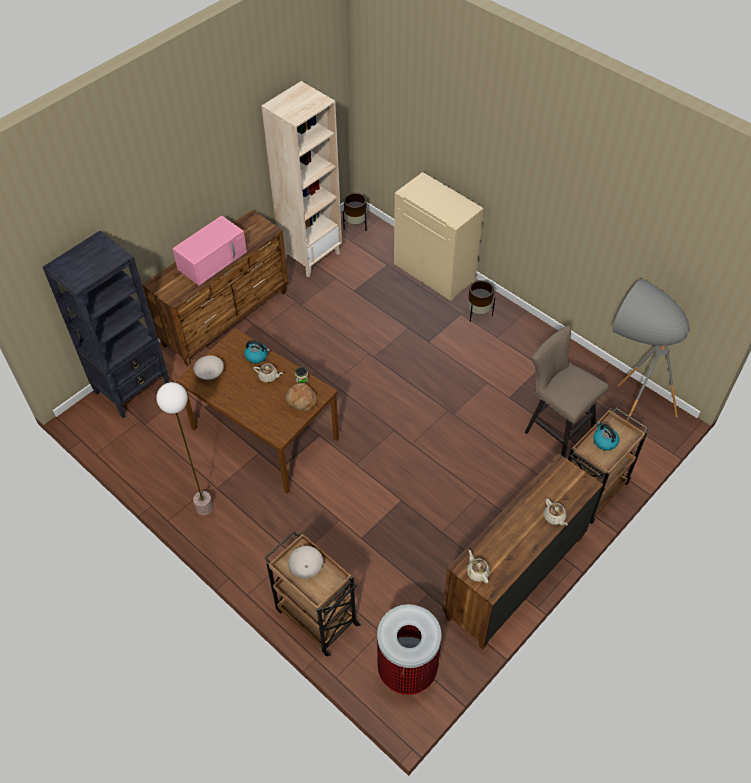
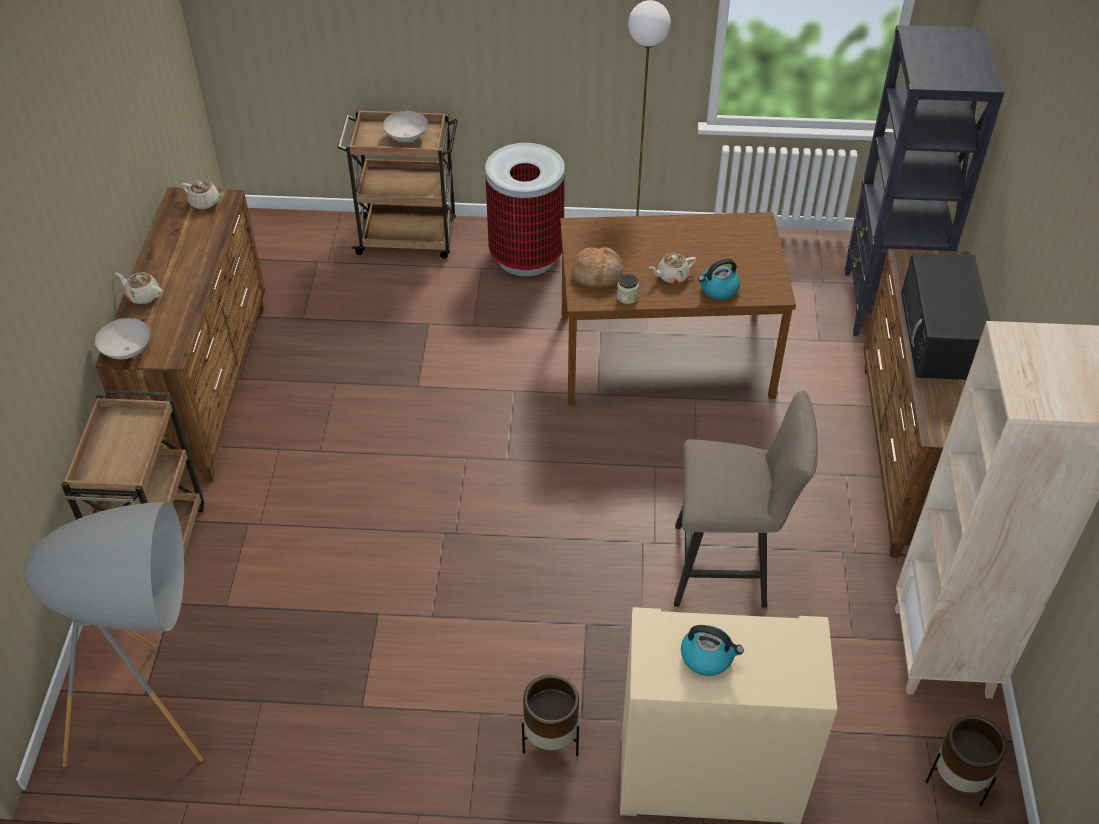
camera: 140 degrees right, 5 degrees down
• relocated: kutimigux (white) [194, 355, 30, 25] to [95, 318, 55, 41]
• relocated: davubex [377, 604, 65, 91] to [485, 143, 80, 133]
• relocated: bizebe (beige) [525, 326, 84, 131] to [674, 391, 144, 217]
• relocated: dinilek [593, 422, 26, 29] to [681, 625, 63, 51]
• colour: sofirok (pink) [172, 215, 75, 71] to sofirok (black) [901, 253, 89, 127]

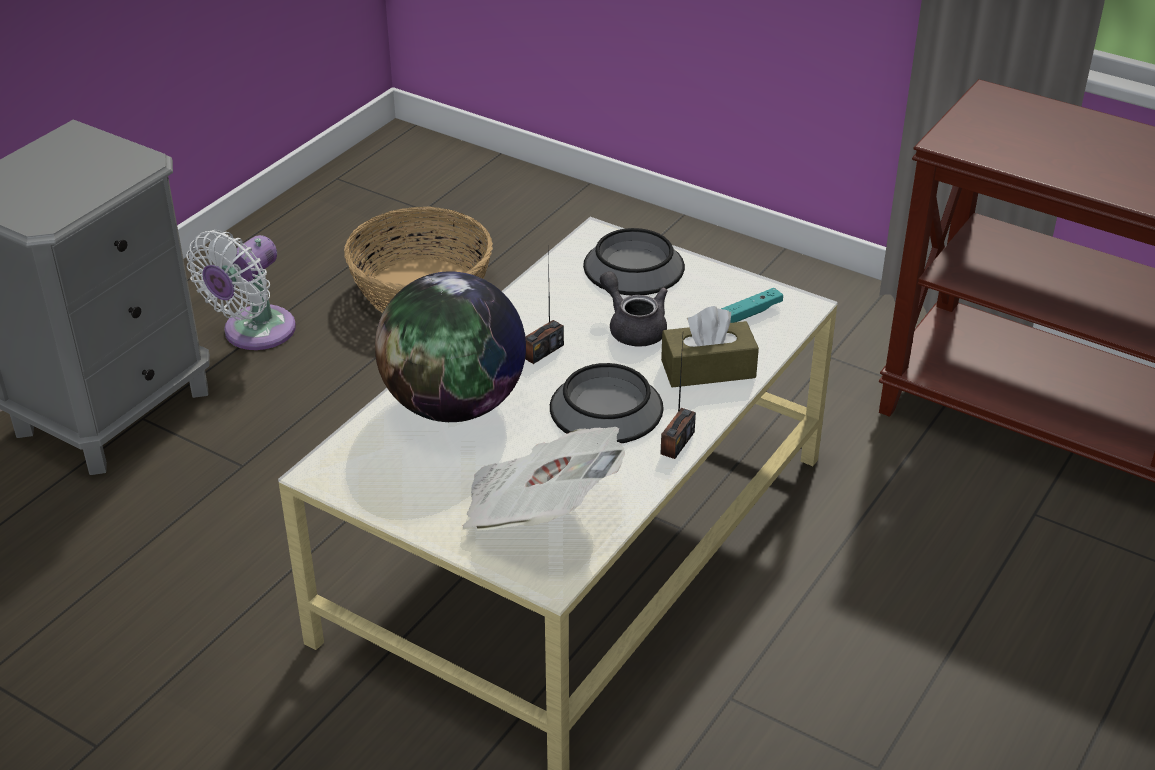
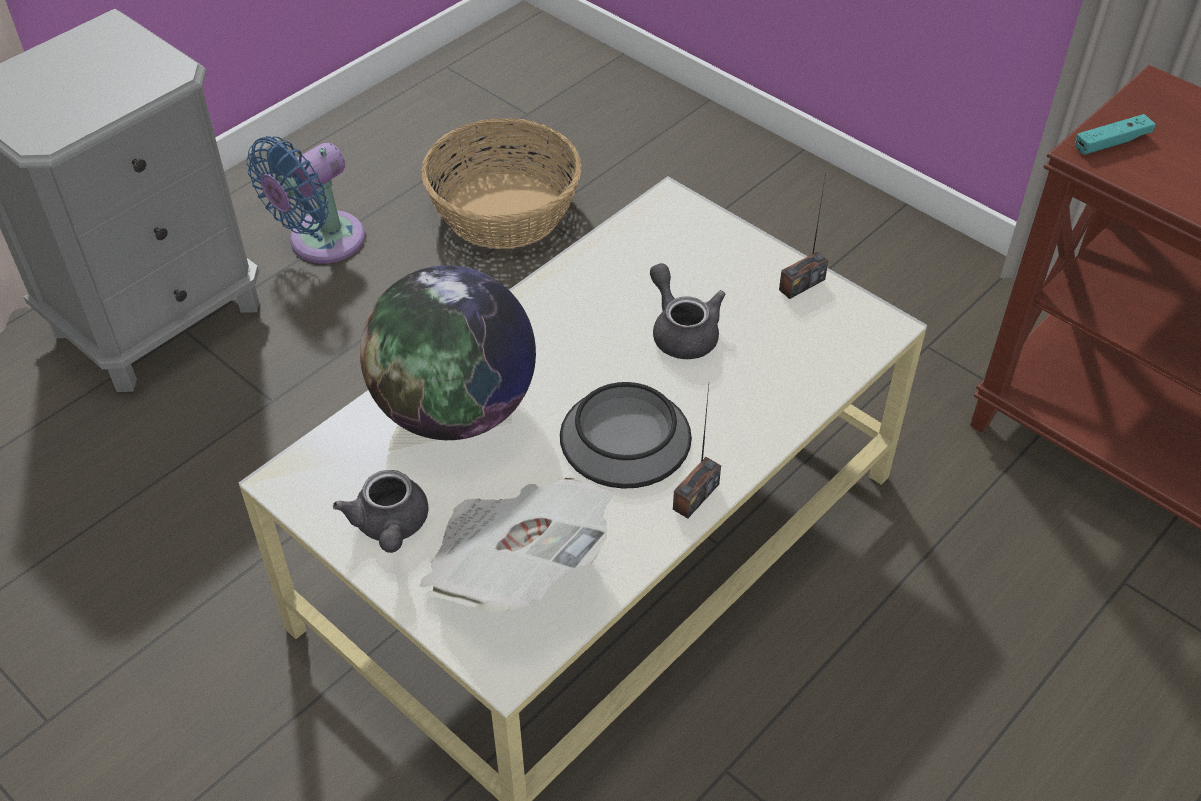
camera: 10 degrees right, 10 degrees up
• colour: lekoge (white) [186, 230, 110, 120] to lekoge (blue) [246, 136, 119, 127]
• appeared: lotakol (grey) [333, 470, 96, 83]
• relocated: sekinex [525, 244, 39, 120] to [779, 173, 49, 126]
• relocated: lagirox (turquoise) [721, 288, 62, 35] to [1075, 114, 81, 41]
• missing: kutimigux [583, 228, 102, 67]
• missing: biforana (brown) [661, 306, 98, 82]

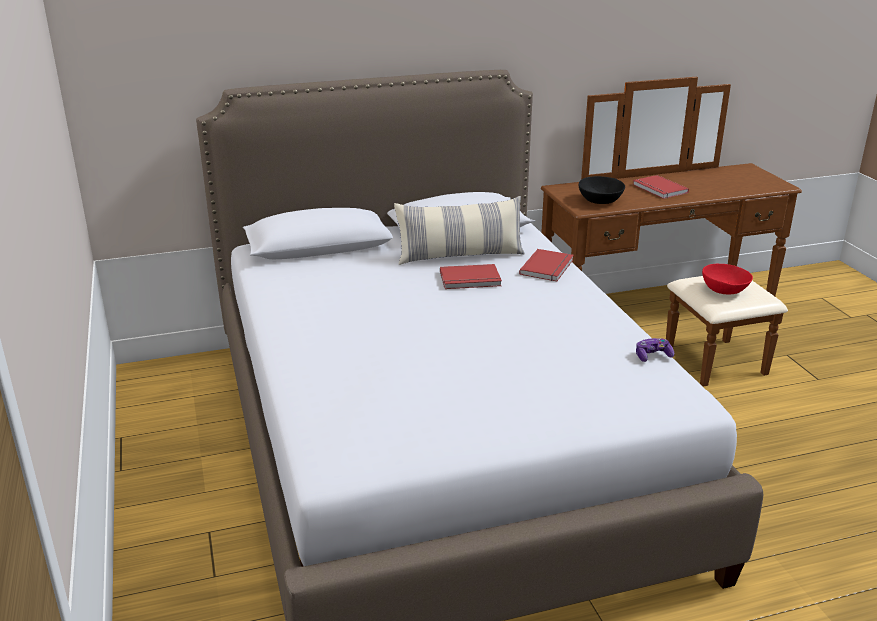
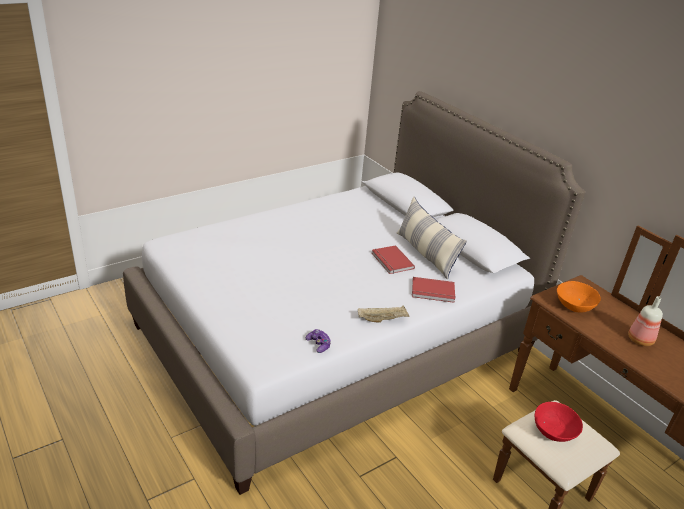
camera: 70 degrees right, 5 degrees up
• appeared: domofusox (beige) [358, 306, 52, 16]
• colour: kutimigux (black) [579, 176, 46, 28] to kutimigux (orange) [557, 281, 44, 32]
• exchanged: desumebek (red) [633, 175, 56, 24] to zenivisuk [628, 296, 35, 50]

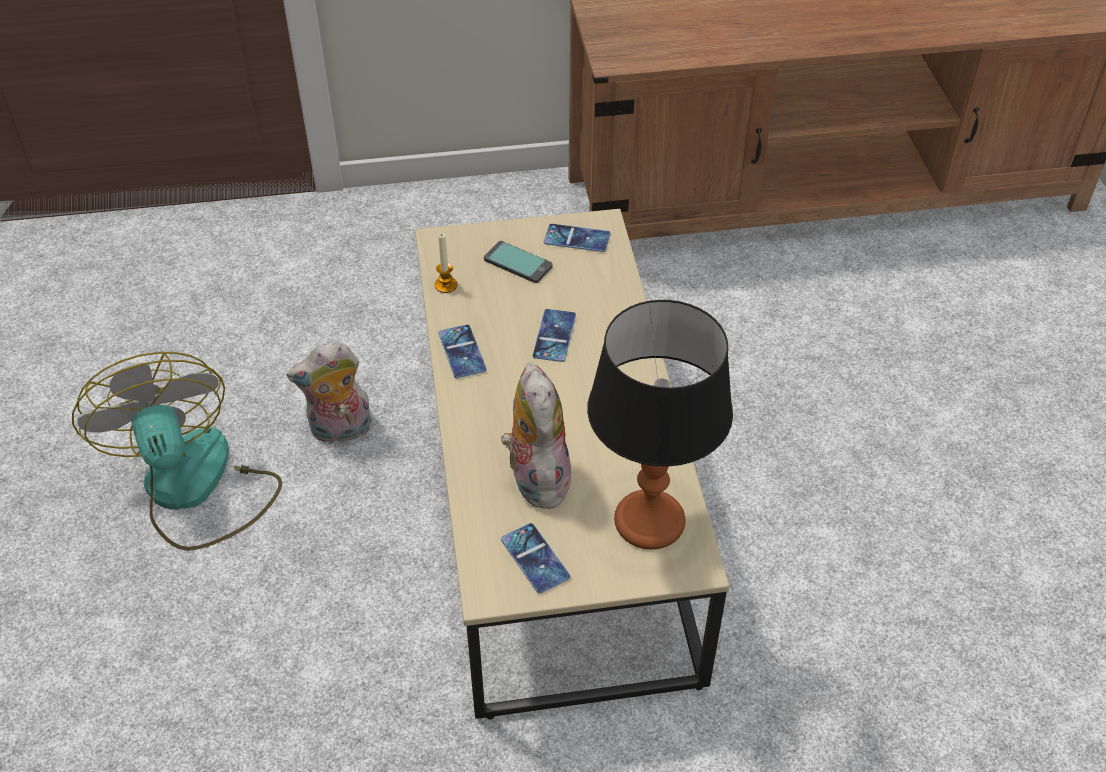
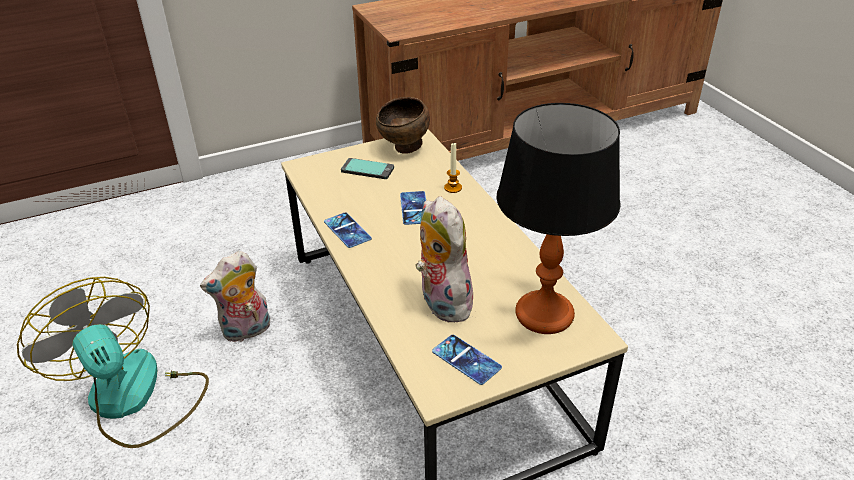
camera: 15 degrees left, 10 degrees down
• exchanged: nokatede [544, 224, 67, 28] to kutimigux (brown) [376, 97, 54, 57]
• relocated: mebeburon [435, 234, 22, 59] to [444, 142, 18, 51]

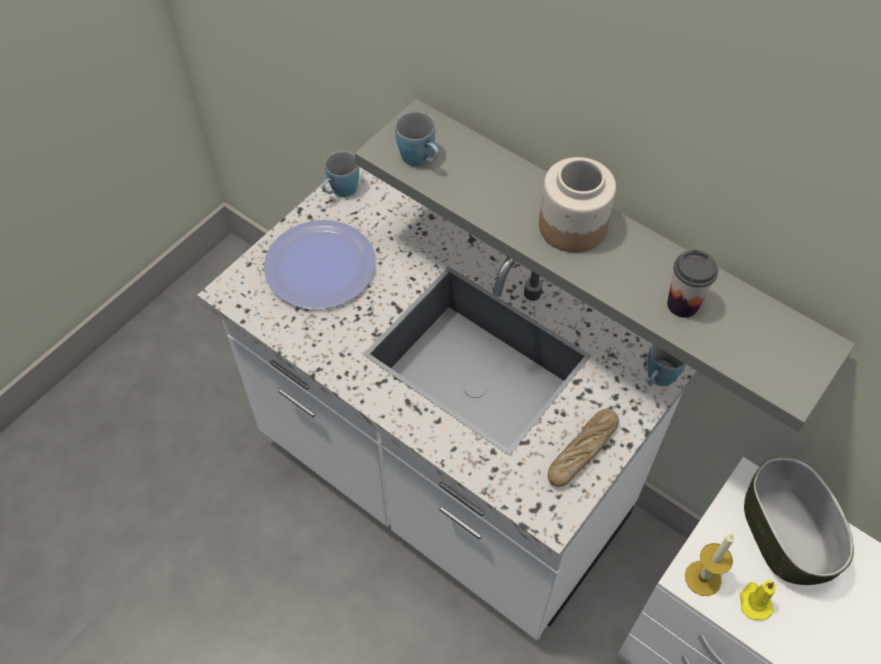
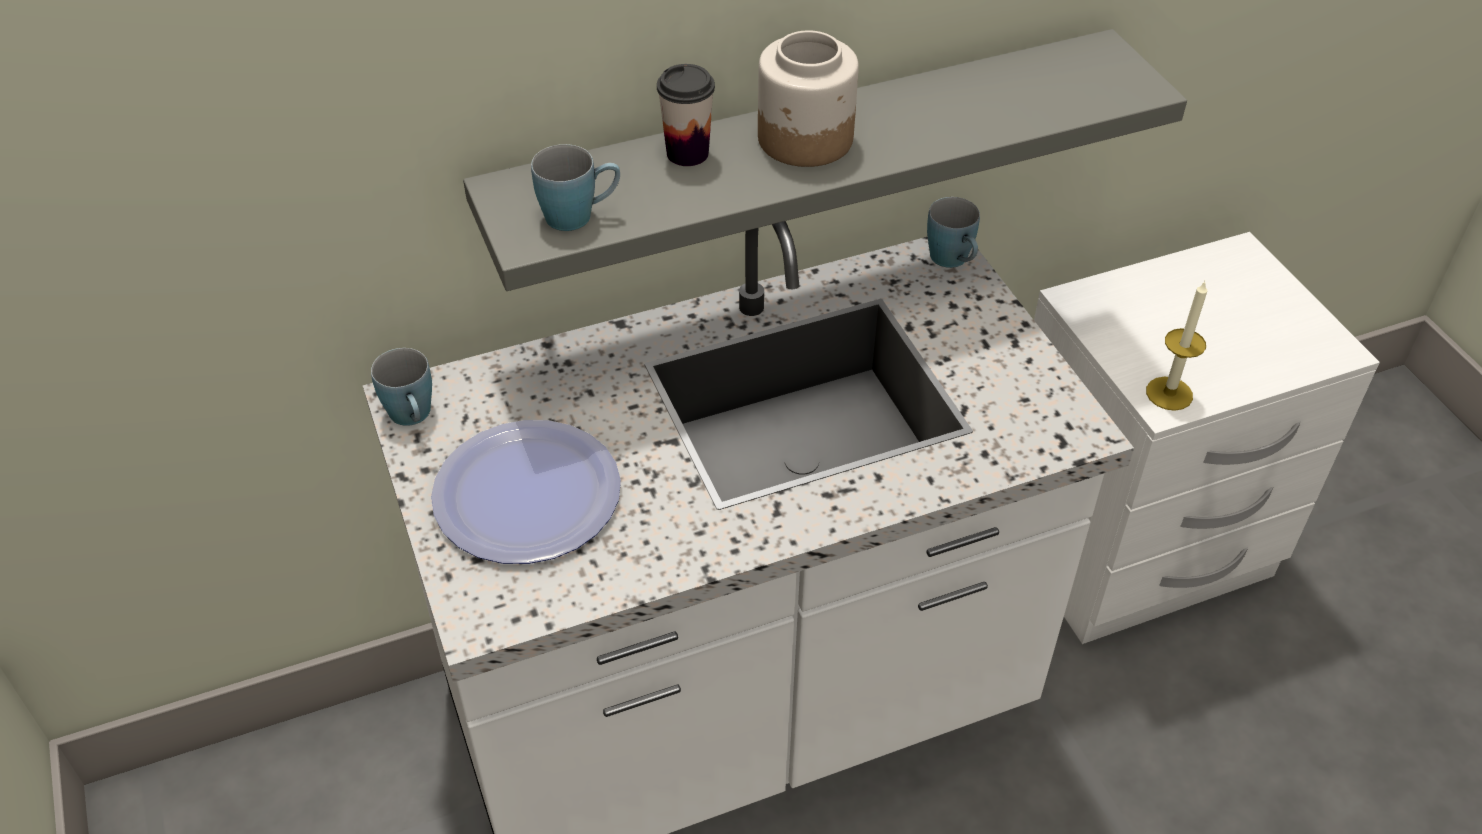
camera: 60 degrees left, 10 degrees down
• relocated: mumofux [667, 250, 51, 68] to [657, 64, 58, 102]
• missing: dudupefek [548, 409, 71, 77]
• missing: mebeburon (yellow) [740, 580, 36, 40]
• missing: kutimigux [744, 457, 110, 128]

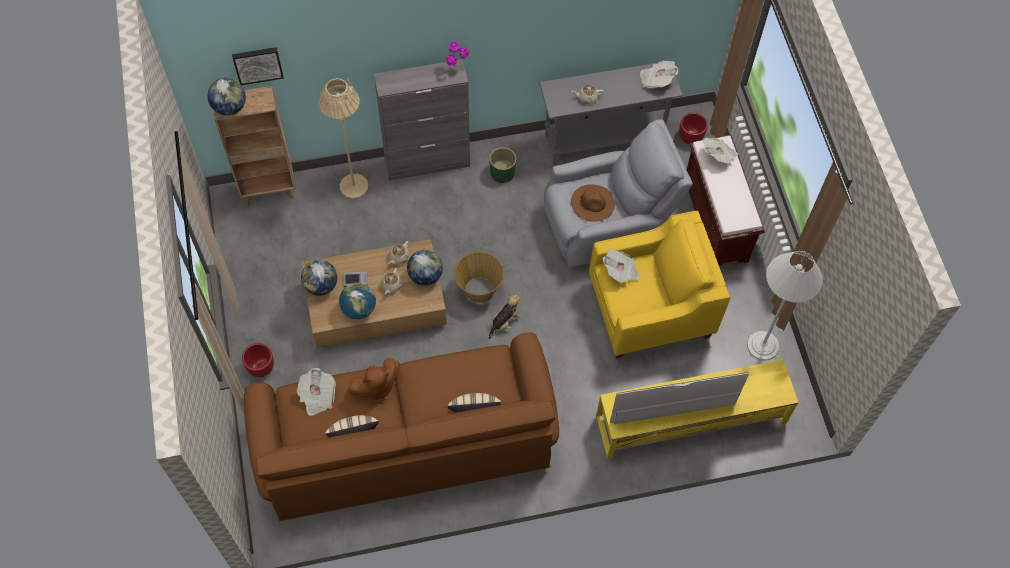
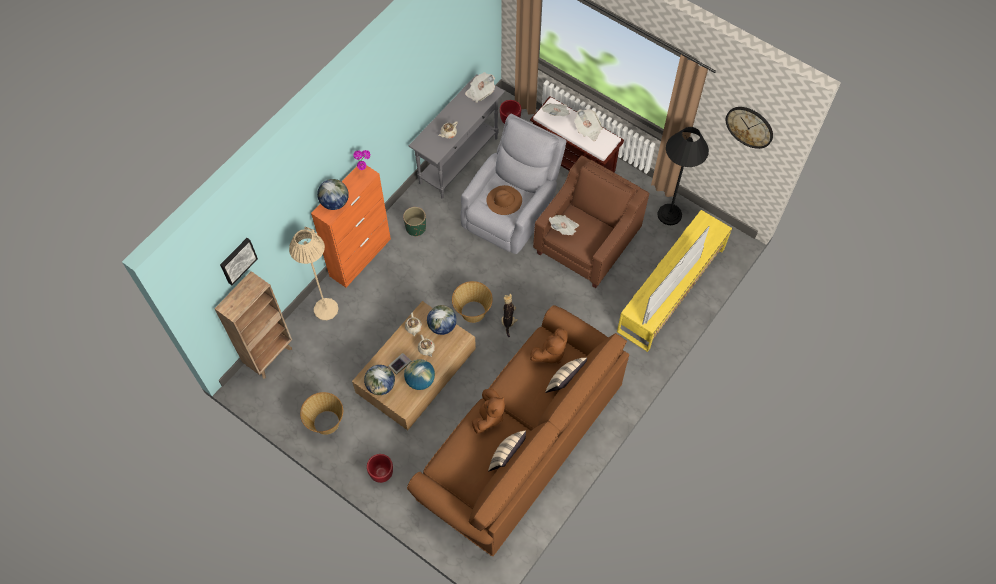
camera: 40 degrees left, 0 degrees up
• appeared: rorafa [300, 392, 43, 43]
• colour: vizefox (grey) [374, 59, 96, 121] to vizefox (orange) [311, 164, 80, 124]
• relocated: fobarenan [208, 78, 38, 38] to [317, 179, 32, 31]
• appeared: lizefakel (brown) [530, 328, 38, 36]
• colour: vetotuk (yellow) [589, 211, 142, 148] to vetotuk (brown) [533, 155, 116, 133]
• relocated: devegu [296, 368, 40, 48] to [574, 109, 29, 32]
• colour: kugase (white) [747, 251, 76, 110] to kugase (black) [657, 127, 52, 98]
• appeared: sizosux [726, 107, 47, 42]

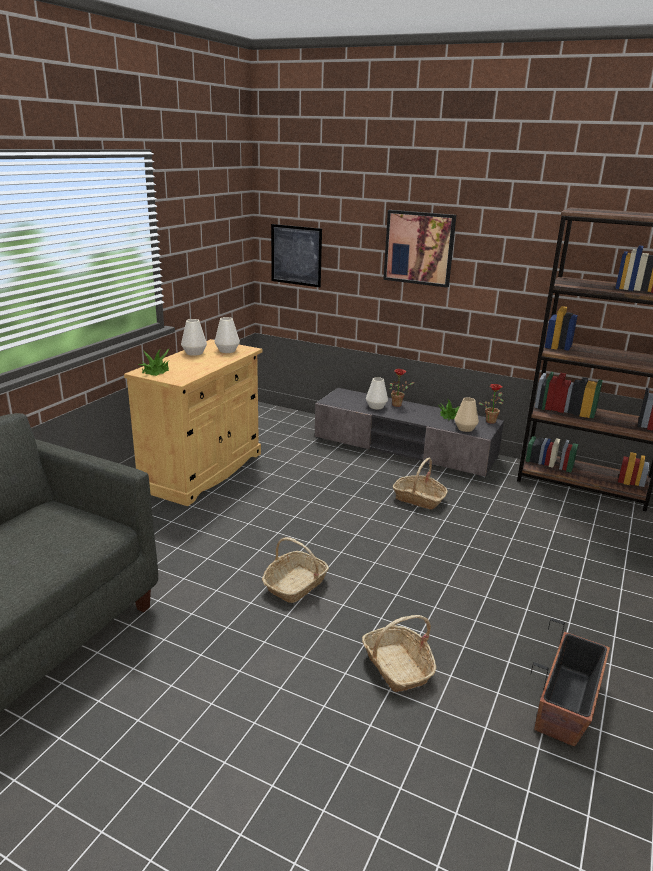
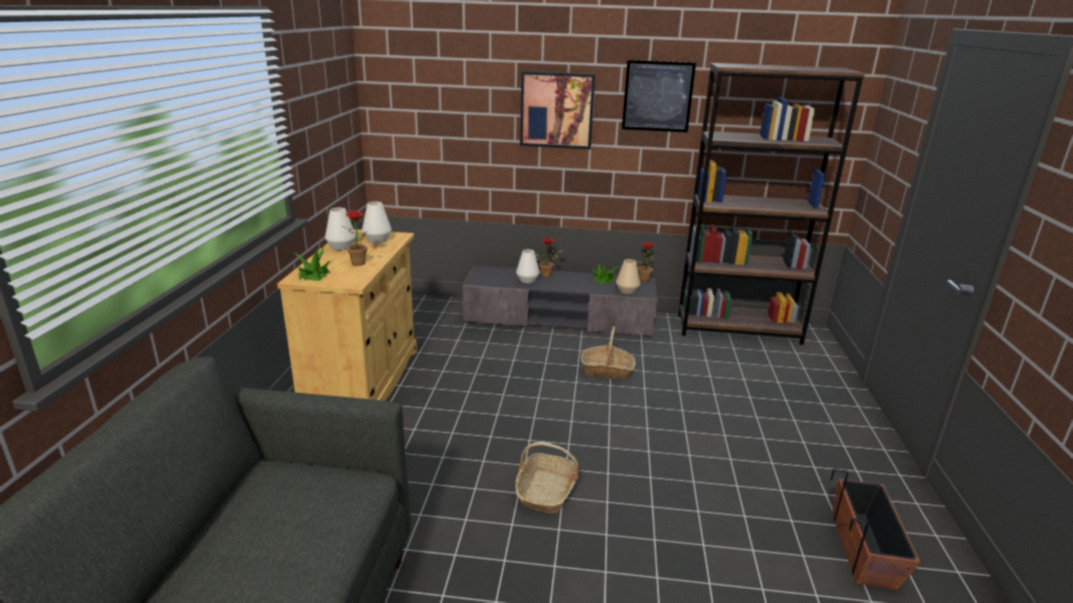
camera: 20 degrees left, 0 degrees up
• appeared: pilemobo [343, 210, 24, 56]
• relocated: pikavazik [271, 224, 51, 63] to [622, 60, 74, 72]
• missing: rorafa [362, 615, 74, 77]

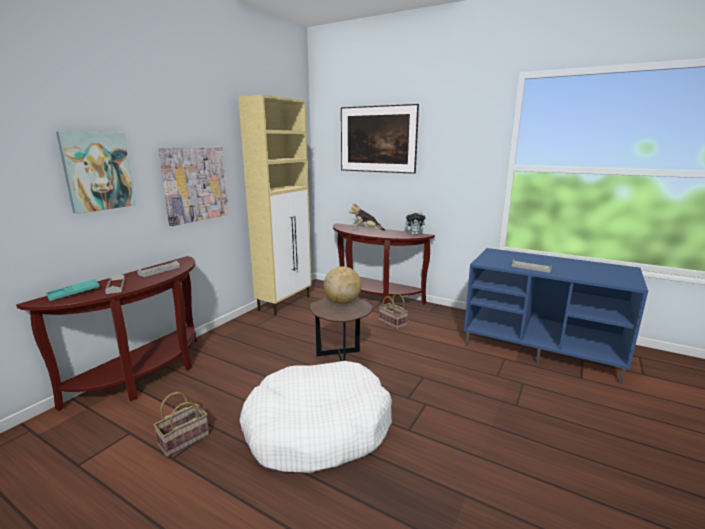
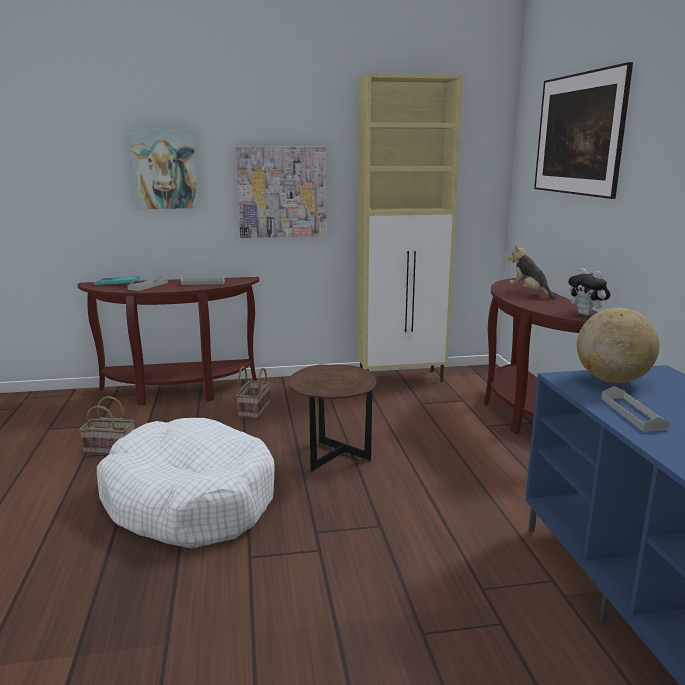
camera: 50 degrees right, 0 degrees up
• relocated: rorafa [379, 293, 29, 36] to [236, 366, 34, 52]
• relocated: fobarenan [324, 266, 37, 38] to [577, 308, 83, 75]

